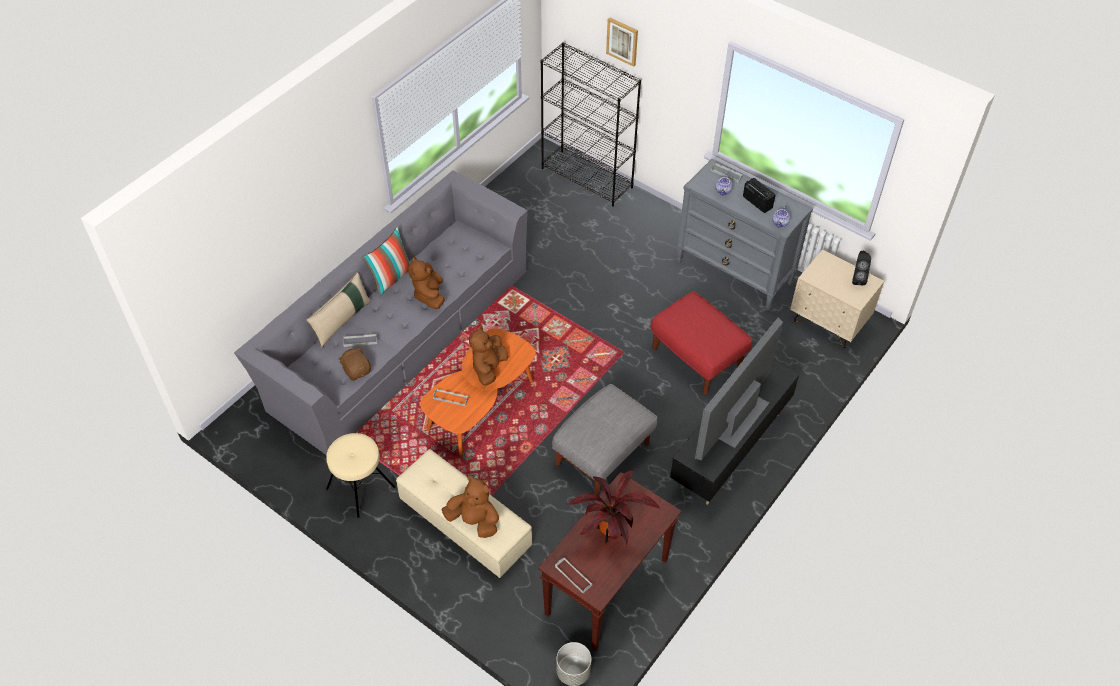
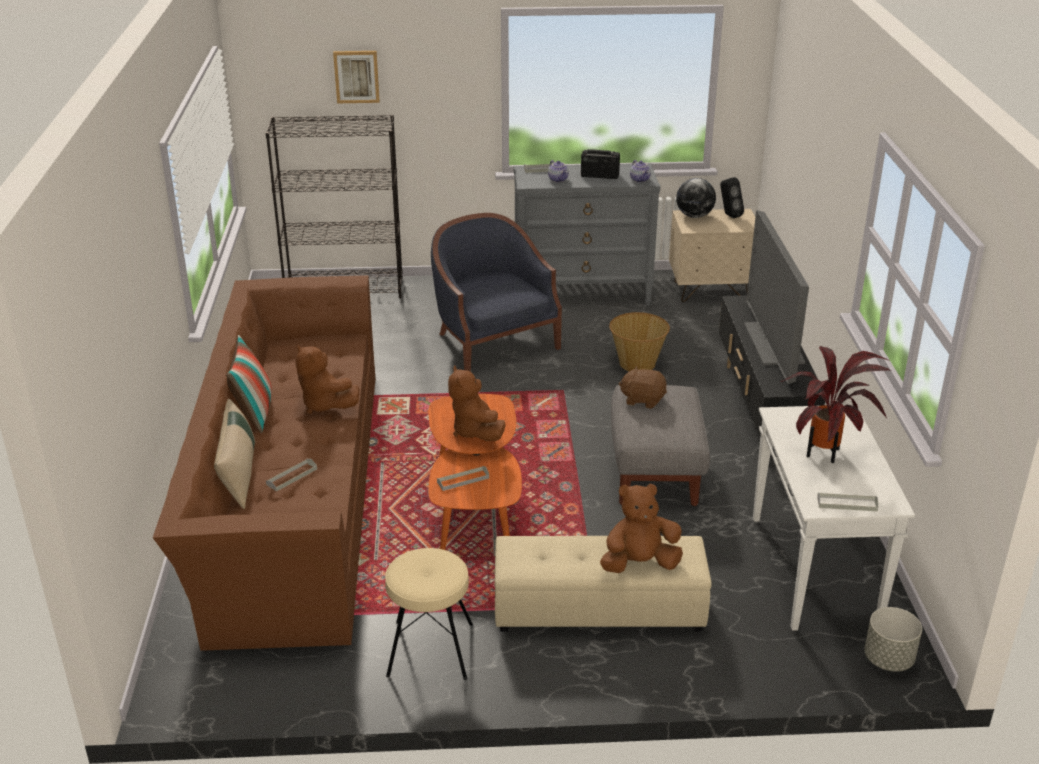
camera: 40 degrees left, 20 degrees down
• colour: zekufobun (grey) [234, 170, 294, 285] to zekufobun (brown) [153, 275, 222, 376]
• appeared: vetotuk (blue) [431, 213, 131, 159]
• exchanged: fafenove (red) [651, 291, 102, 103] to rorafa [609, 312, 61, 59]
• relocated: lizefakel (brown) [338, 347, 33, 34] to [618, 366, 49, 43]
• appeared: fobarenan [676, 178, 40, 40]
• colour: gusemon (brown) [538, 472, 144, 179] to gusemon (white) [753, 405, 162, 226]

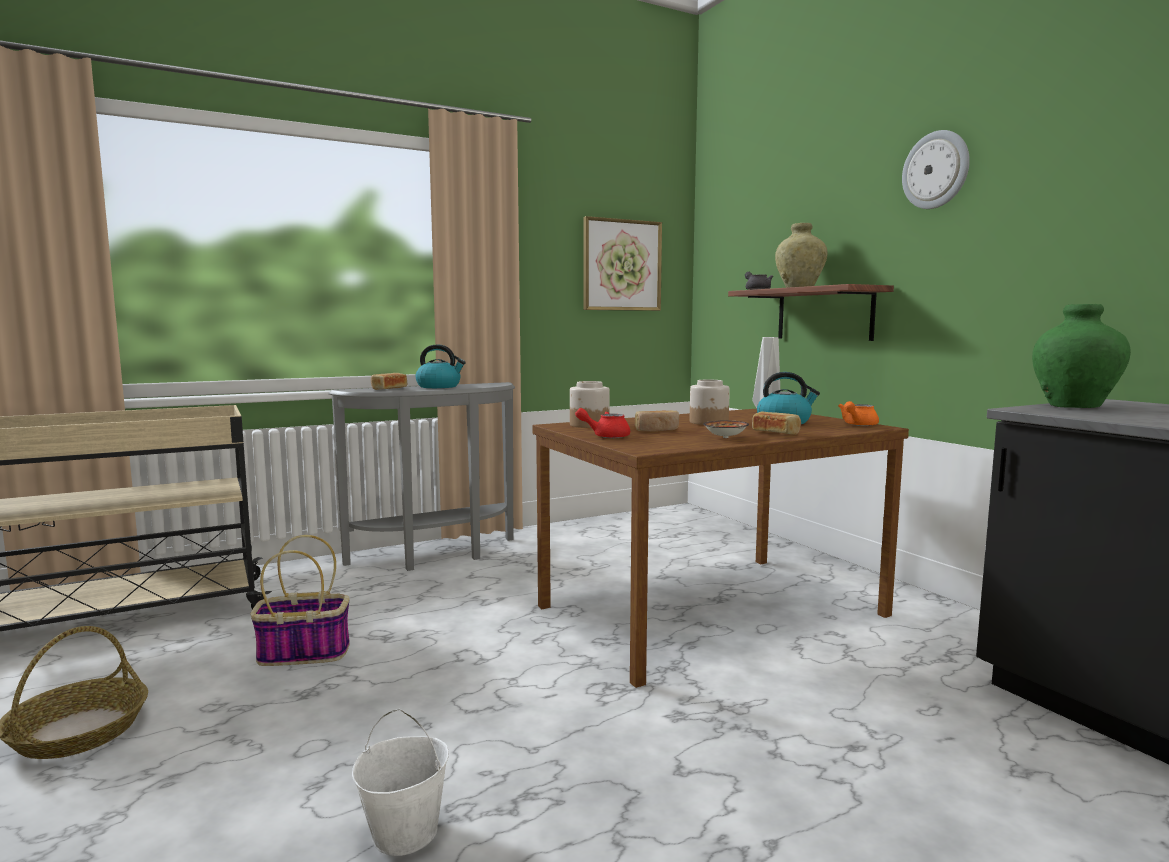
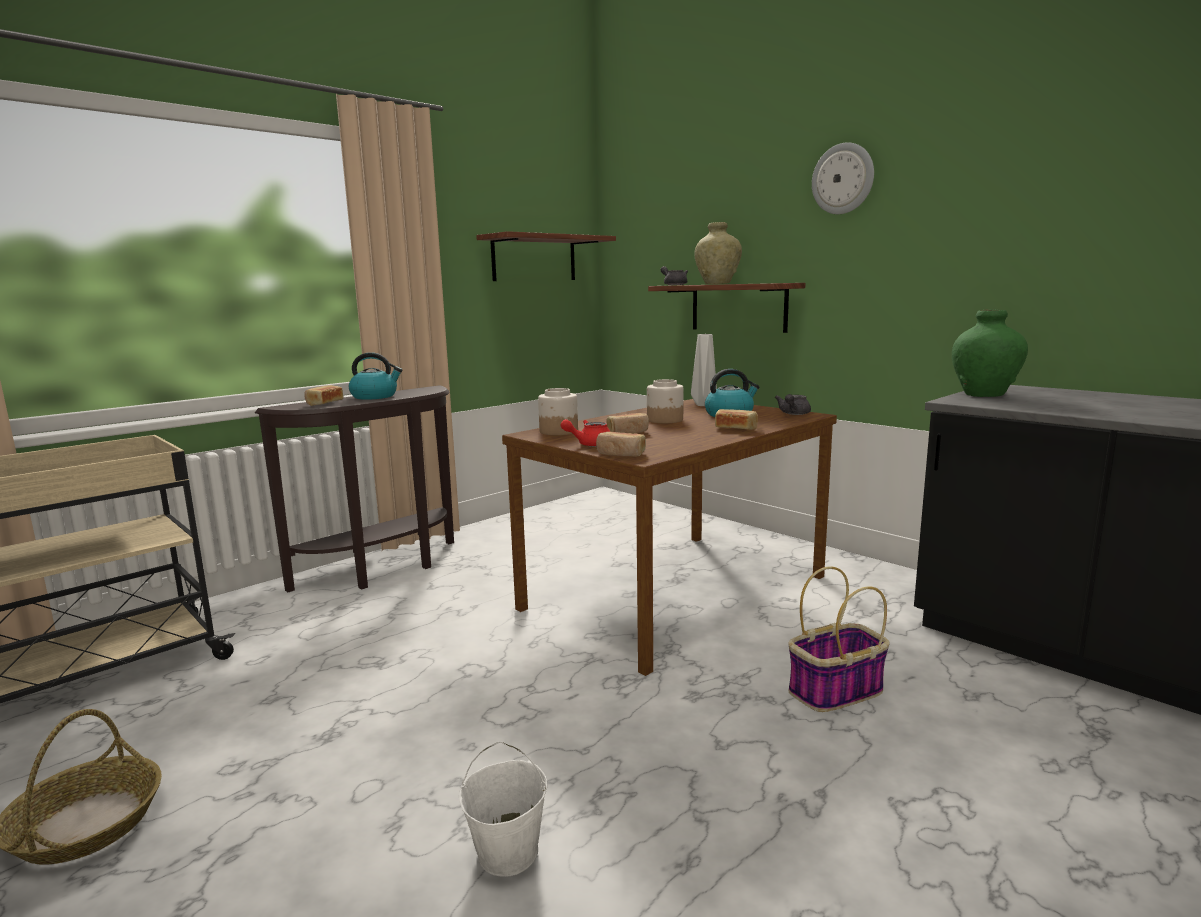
camera: 15 degrees left, 5 degrees up
• colour: gusemon (grey) [328, 382, 187, 189] to gusemon (brown) [255, 385, 199, 207]
• exchanged: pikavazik [583, 216, 79, 95] to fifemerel [476, 231, 140, 50]
• appeared: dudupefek [596, 432, 50, 25]
• colour: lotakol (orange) [838, 401, 41, 25] to lotakol (grey) [775, 394, 36, 21]
• relocated: rorafa [250, 535, 100, 131] to [788, 566, 102, 146]
• missing: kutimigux [703, 421, 46, 17]

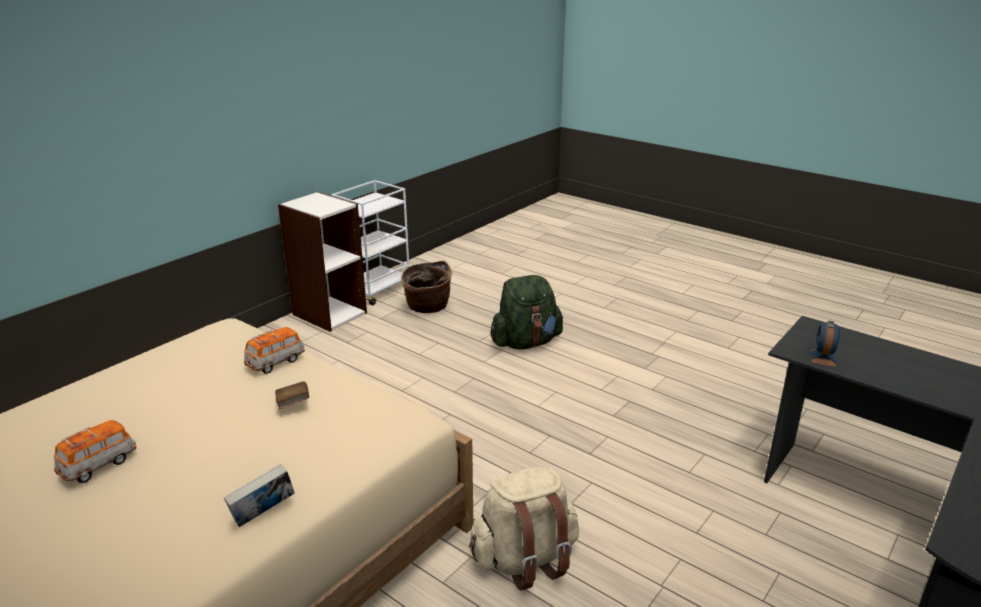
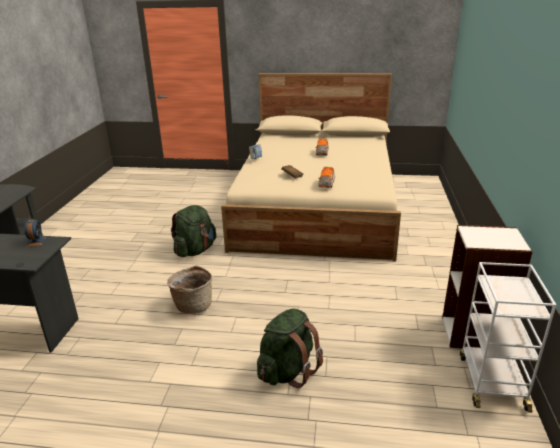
camera: 150 degrees right, 0 degrees up
• relocated: rorafa [401, 261, 51, 52] to [167, 266, 45, 48]
• colour: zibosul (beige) [469, 467, 110, 124] to zibosul (green) [171, 205, 45, 52]

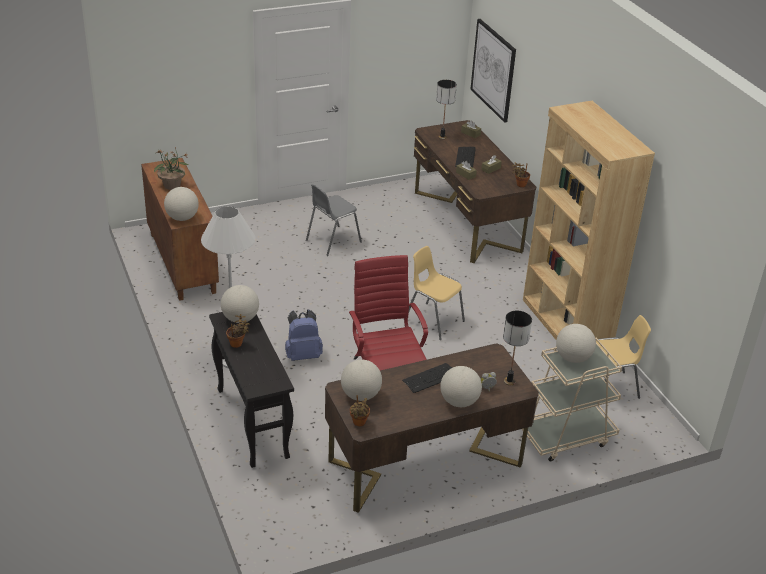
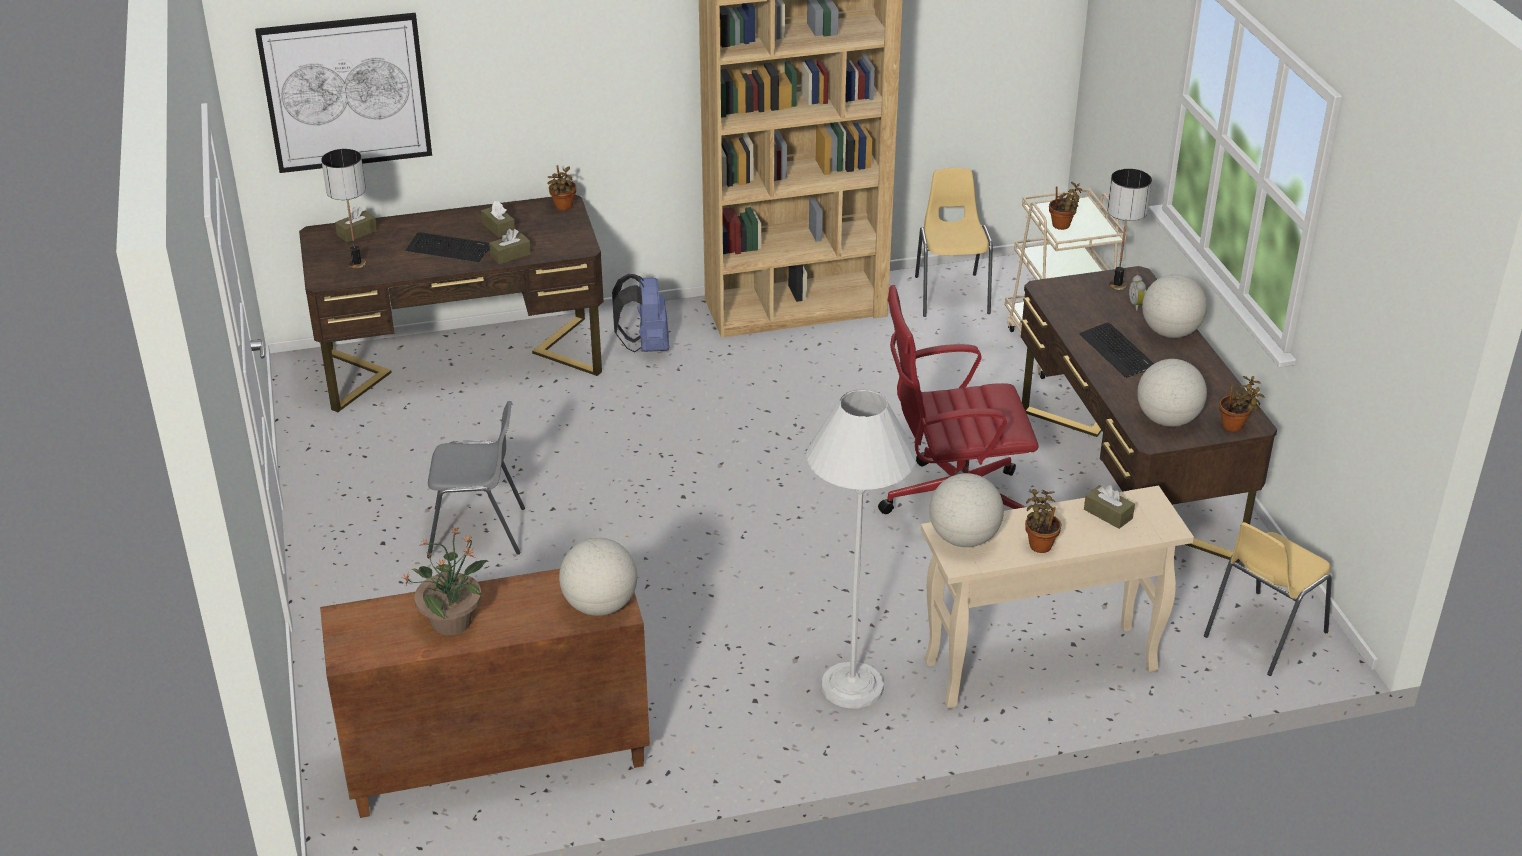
camera: 80 degrees left, 0 degrees up
• spun: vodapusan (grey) [306, 184, 56, 72] = [427, 401, 98, 157] 60 degrees counterclockwise
• relocated: zibosul (blue) [285, 309, 38, 52] to [612, 274, 57, 78]
• colour: gusemon (black) [209, 312, 85, 156] to gusemon (beige) [921, 486, 273, 223]
• exchanged: fobarenan [556, 324, 40, 39] to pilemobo [1049, 182, 33, 48]
• appeared: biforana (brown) [1084, 485, 51, 44]
• relocated: vodapusan (yellow) [409, 246, 56, 94] to [1204, 522, 128, 154]

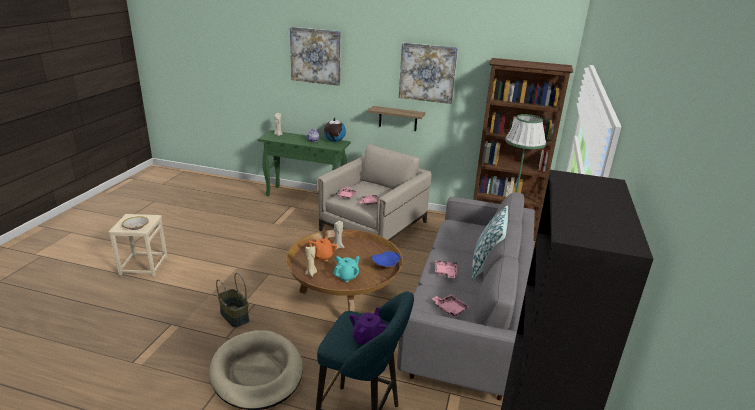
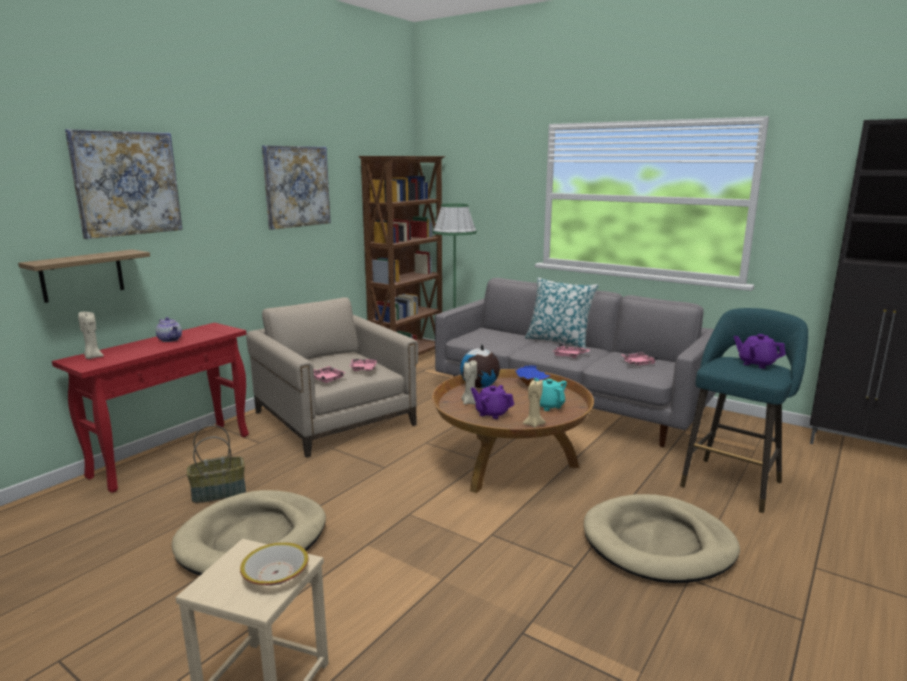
camera: 70 degrees left, 10 degrees down
• relocated: fifemerel [368, 106, 57, 25] to [18, 250, 132, 53]
• colour: gusemon (green) [258, 130, 92, 66] to gusemon (red) [52, 323, 197, 170]
• appeared: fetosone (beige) [172, 490, 154, 85]
• relocated: rorafa [216, 273, 33, 54] to [187, 425, 59, 78]
• relocated: fobarenan [324, 118, 22, 24] to [460, 345, 40, 43]
• colour: lotakol (orange) [308, 235, 29, 26] to lotakol (purple) [471, 385, 43, 34]

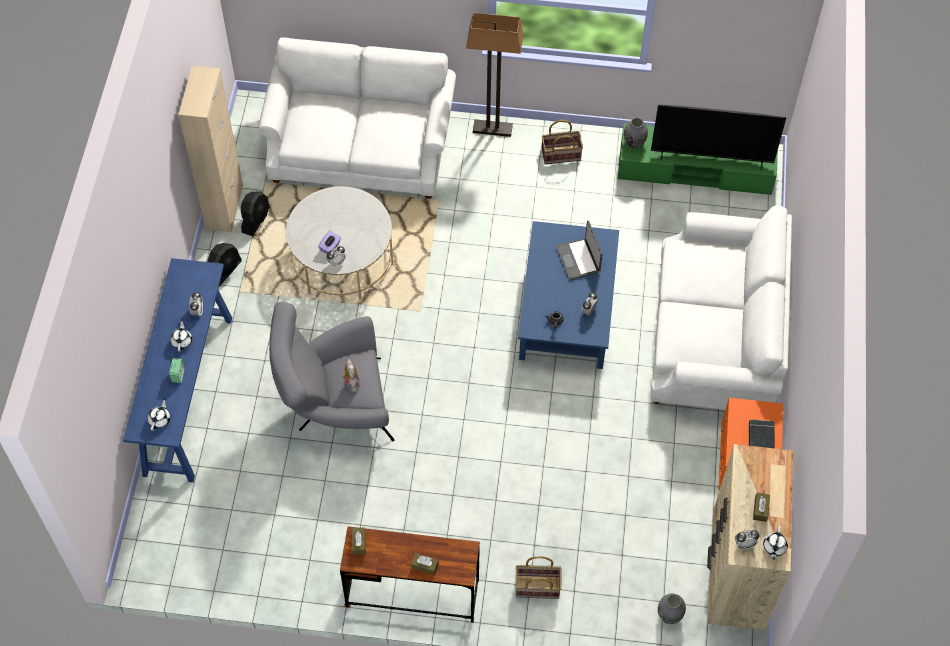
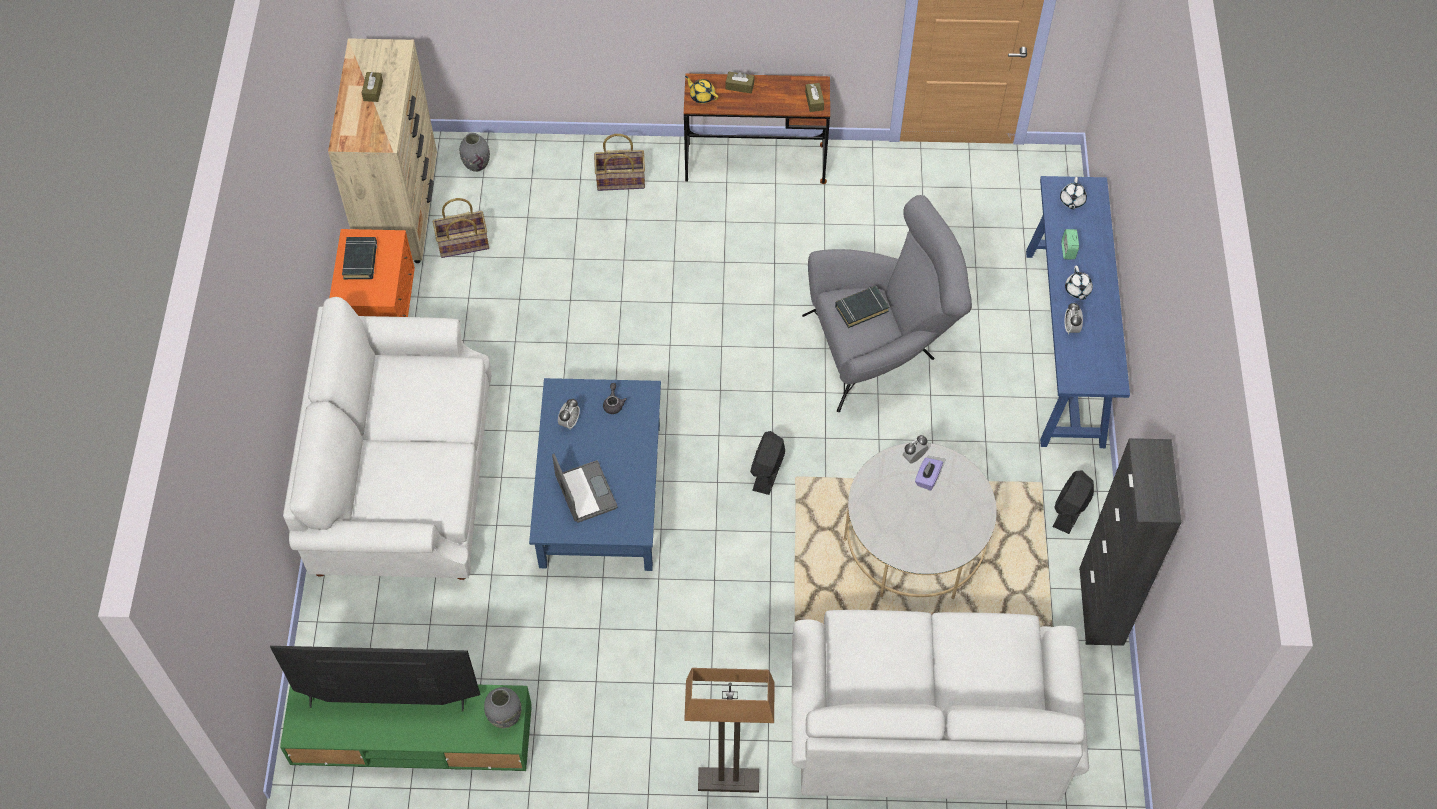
camera: 175 degrees right, 0 degrees up
• relocated: rorafa [541, 120, 42, 45] to [433, 198, 56, 60]
• appeared: lotakol (yellow) [685, 76, 33, 28]
• relocated: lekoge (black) [241, 191, 29, 46] to [750, 431, 35, 64]
• exchanged: lizefakel [342, 359, 19, 33] to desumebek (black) [835, 286, 55, 42]
• colour: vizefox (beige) [178, 66, 65, 166] to vizefox (black) [1079, 438, 102, 208]
• missing: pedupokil [735, 530, 24, 20]
• missing: lotakol (white) [763, 526, 25, 34]

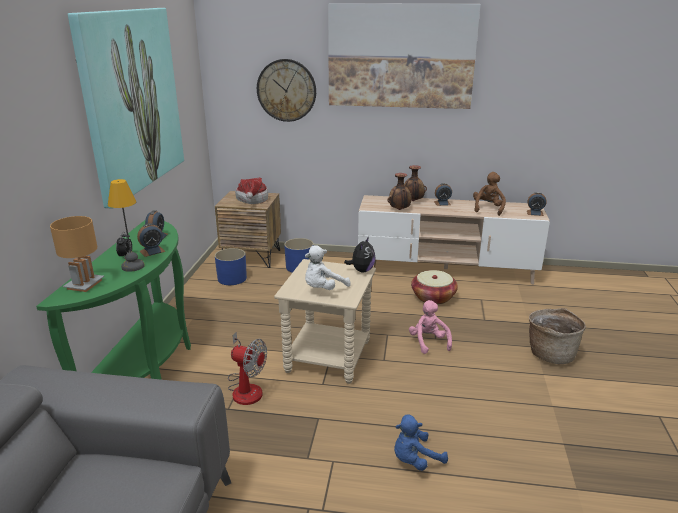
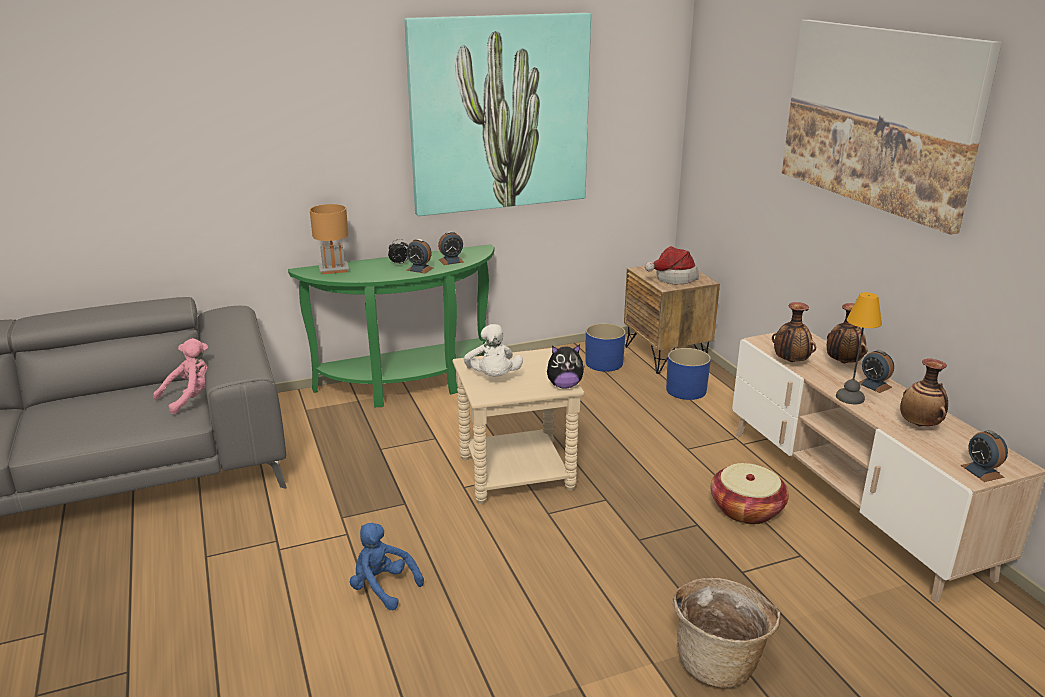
camera: 60 degrees right, 0 degrees up
• relocated: lizefakel (pink) [409, 300, 43, 54] to [153, 338, 55, 76]
• spun: lizefakel (white) [305, 245, 46, 45] = [464, 324, 59, 53] 120 degrees counterclockwise
• relocated: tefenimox [108, 179, 37, 93] to [836, 292, 46, 112]
• exchanged: lizefakel (brown) [473, 172, 33, 44] to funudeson [900, 359, 48, 67]
• missing: lekoge [228, 332, 39, 73]
• missing: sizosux [257, 59, 59, 63]

